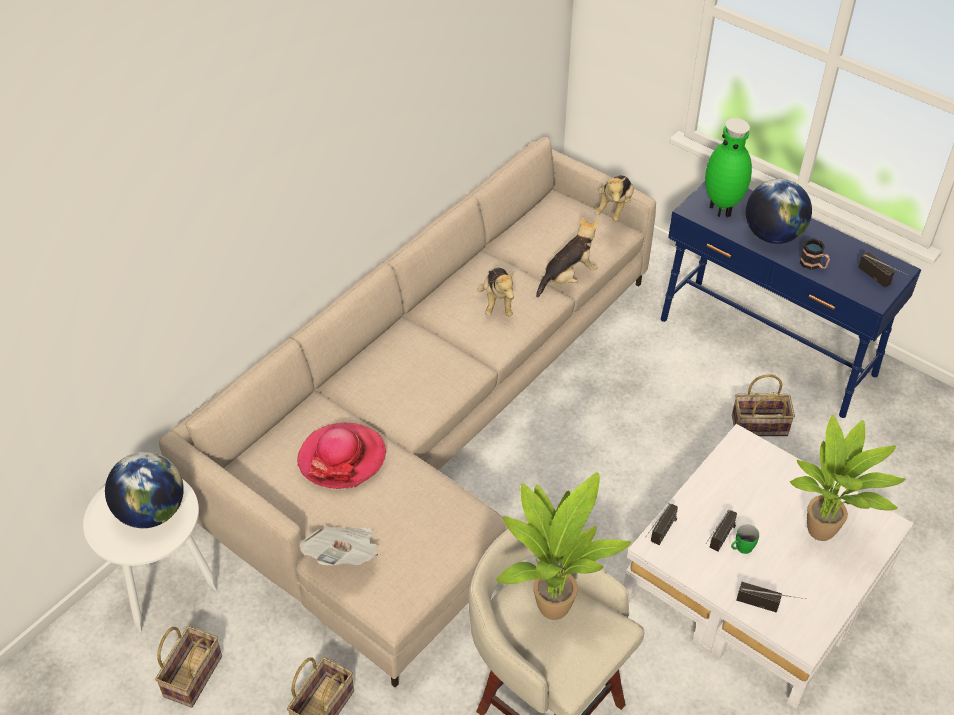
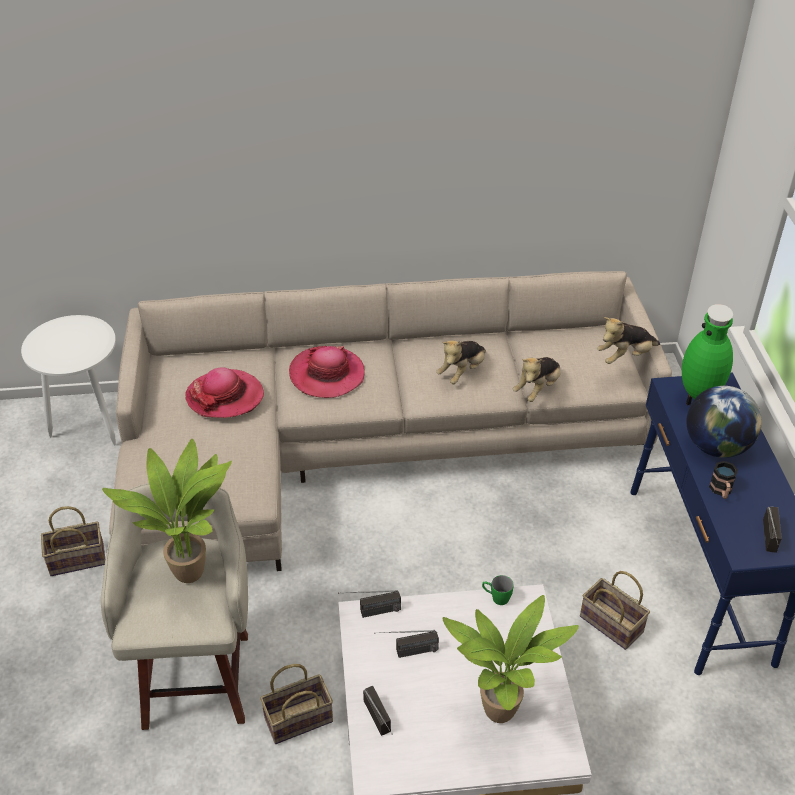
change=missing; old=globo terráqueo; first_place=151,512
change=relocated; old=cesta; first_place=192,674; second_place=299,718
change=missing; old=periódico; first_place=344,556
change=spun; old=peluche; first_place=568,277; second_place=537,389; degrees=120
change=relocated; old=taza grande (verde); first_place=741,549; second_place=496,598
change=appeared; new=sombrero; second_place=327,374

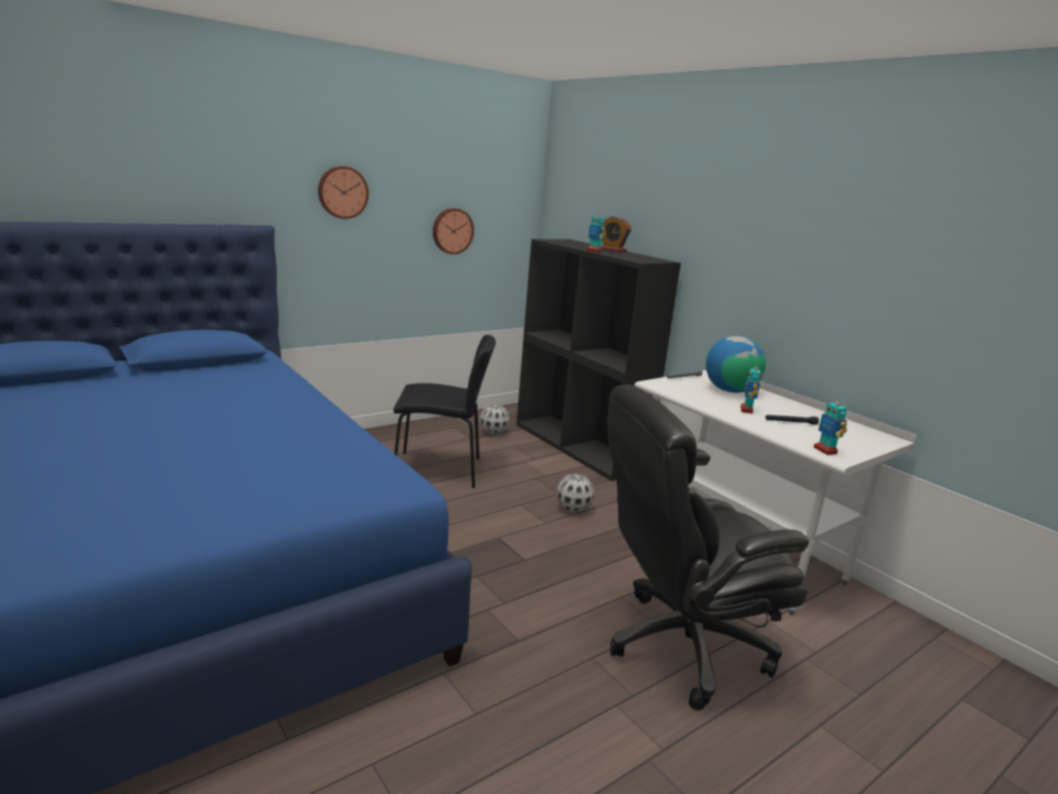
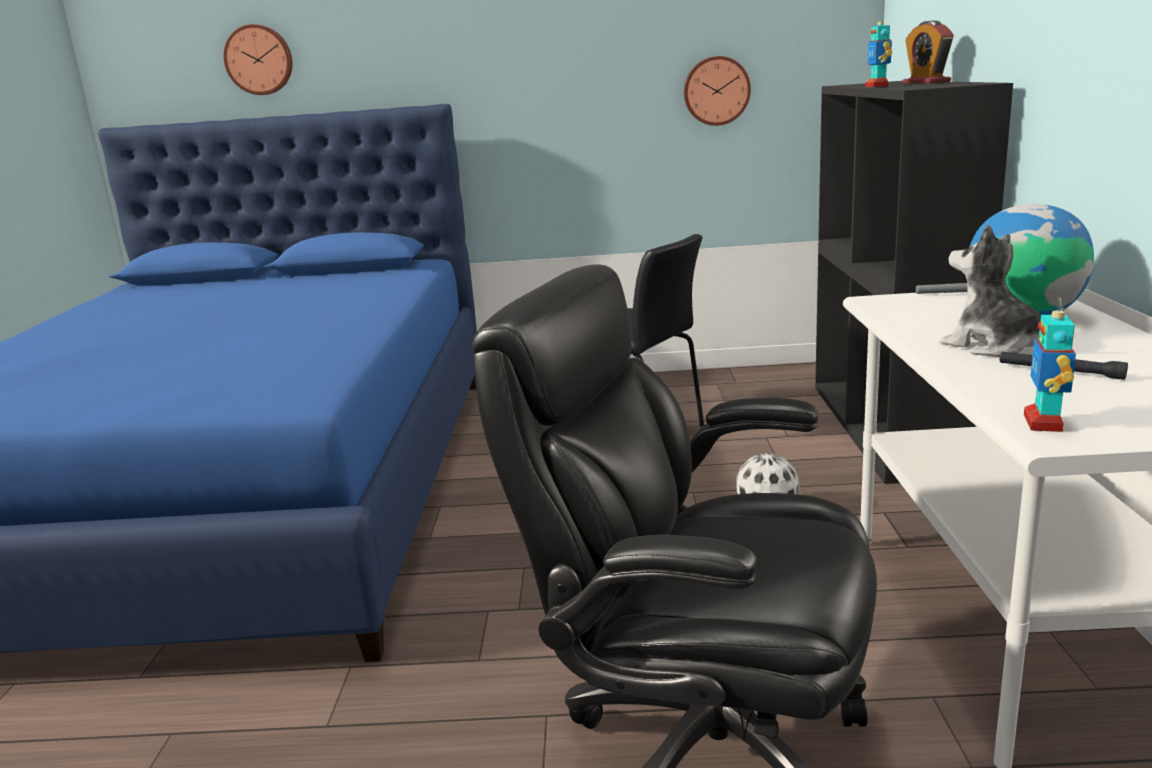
change=relocated; old=reloj de pared; first_place=342,192; second_place=259,60
change=missing; old=balón de fútbol; first_place=494,433
change=exchanged; old=robot de juguete; new=peluche; first_place=747,410; second_place=992,346

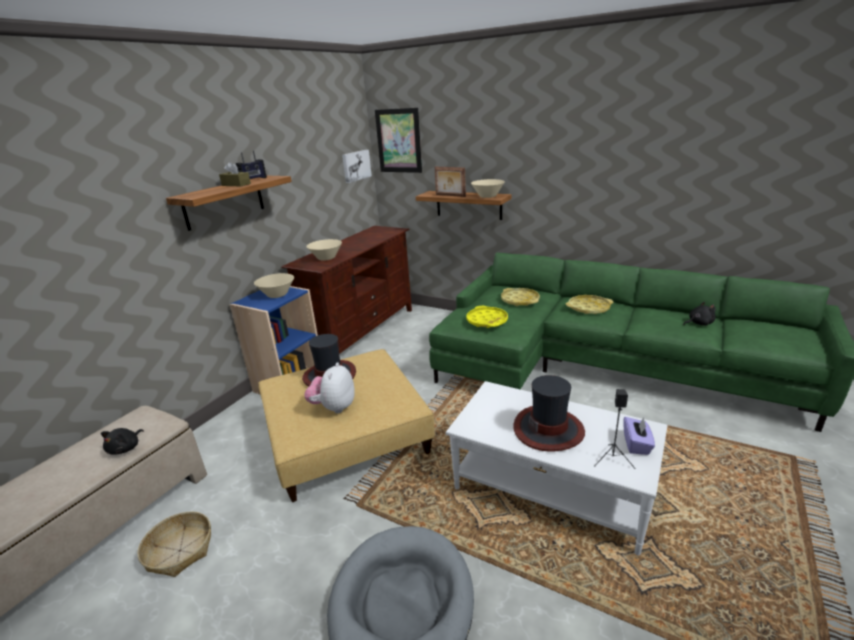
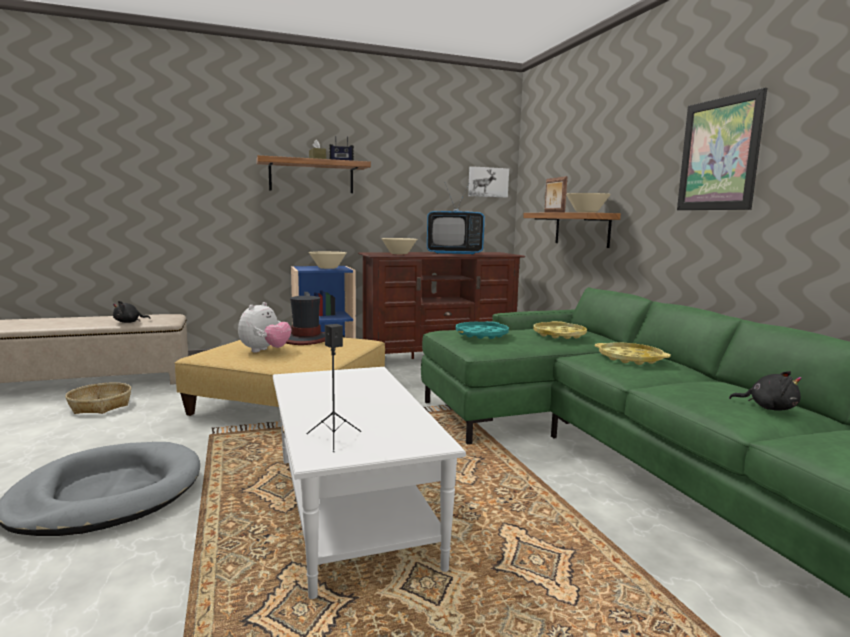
change=spun; old=peluche; first_place=334,407; second_place=265,351; degrees=150
change=relocated; old=cuadro; first_place=399,141; second_place=719,154
change=colour; old=bandeja (amarillo); new=bandeja (turquesa); first_place=487,321; second_place=481,334
change=missing; old=sombrero; first_place=548,429
change=missing; old=caja de pañuelos (morado); first_place=636,444
change=appeared; new=televisor; second_place=455,253

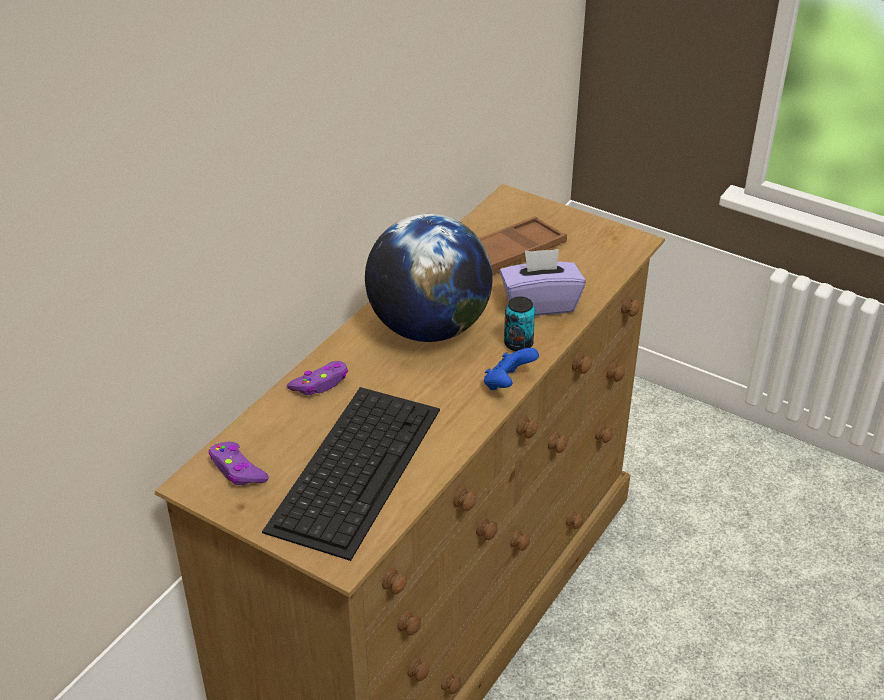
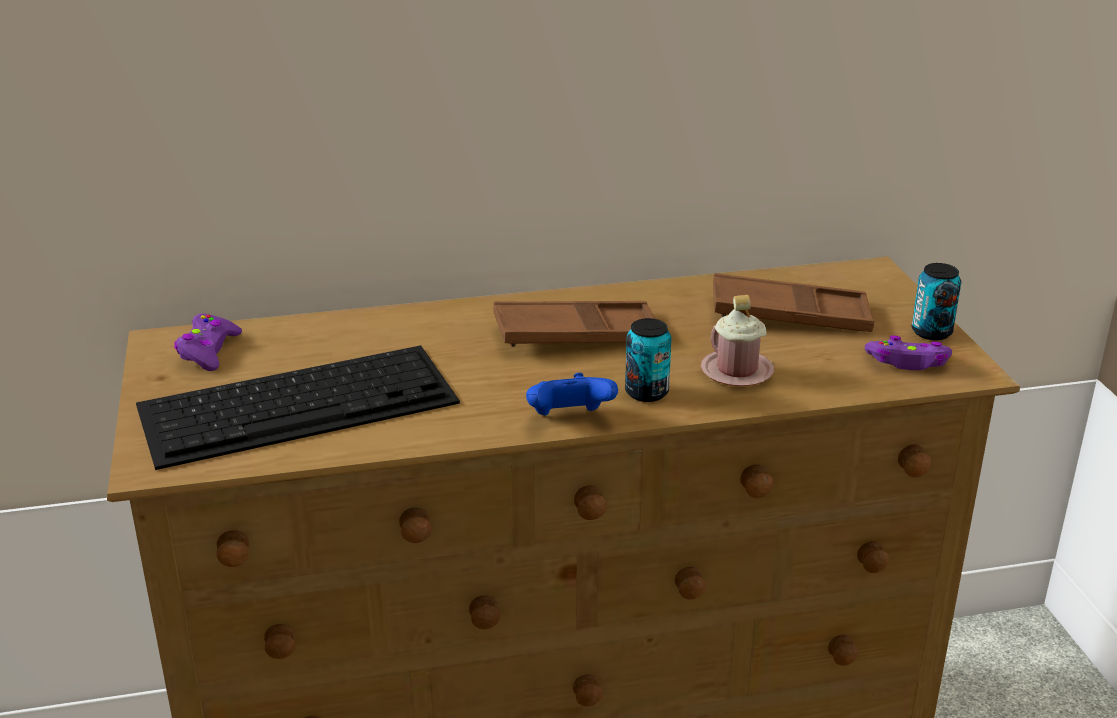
change=relocated; old=mando de consola (morado); first_place=320,384; second_place=908,362
change=exchanged; old=globo terráqueo; new=bandeja (marrón); first_place=429,328; second_place=577,335
change=exchanged; old=caja de pañuelos (morado); new=taza grande (rosa); first_place=539,304; second_place=737,371
change=appeared; new=lata; second_place=931,332

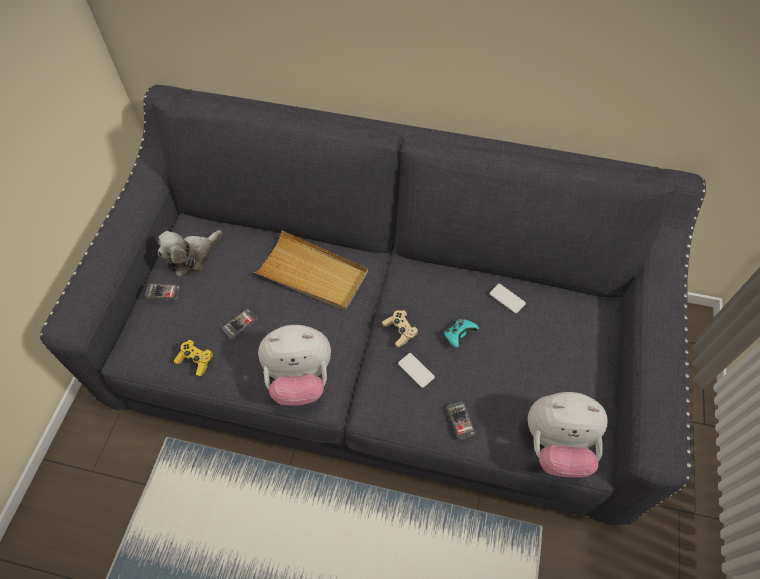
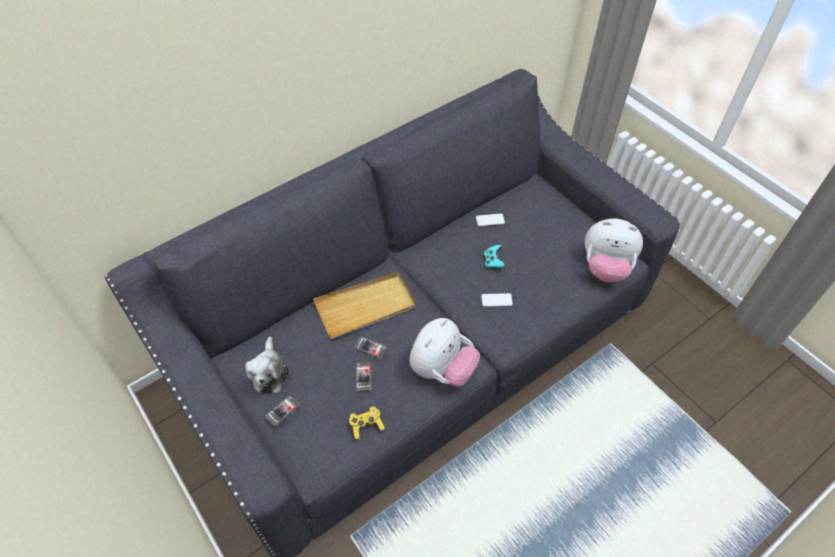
change=missing; old=mando de consola (beis); first_place=400,331
change=relocated; old=móvil; first_place=460,420; second_place=370,348
change=spun; old=peluche; first_place=557,445; second_place=605,267; degrees=60

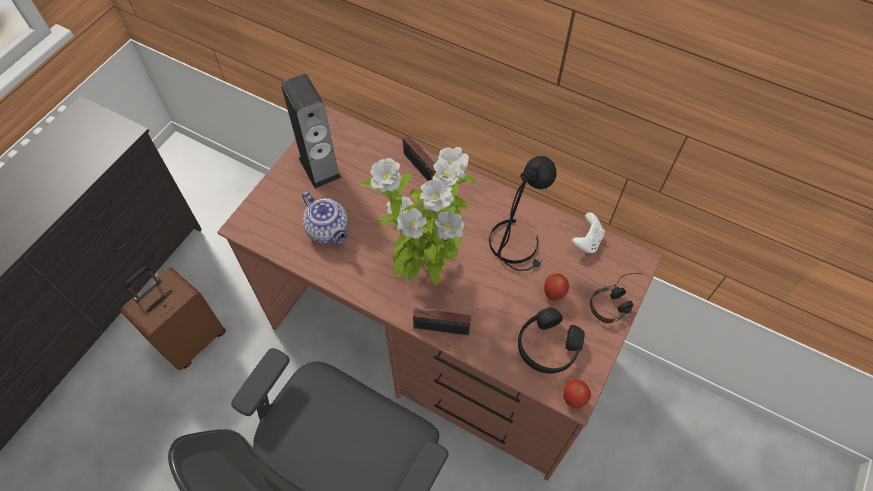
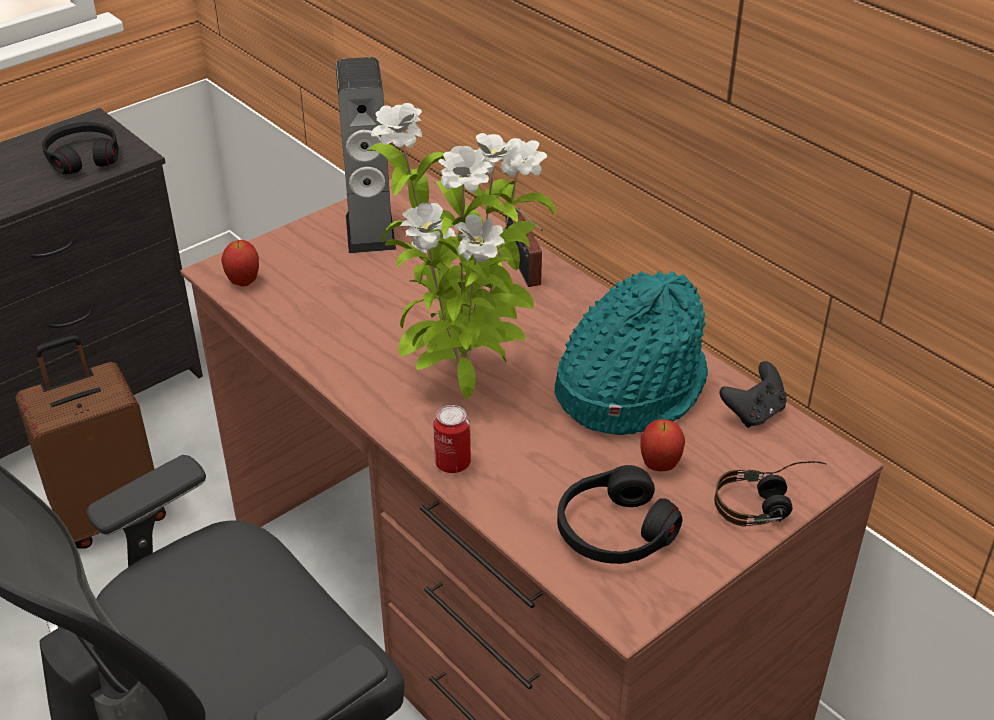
change=missing; old=tetera; first_place=329,230
change=exchanged; old=radio; new=lata; first_place=445,328; second_place=452,463
change=exchanged; old=lámpara de mesa (negro); new=sombrero (turquesa); first_place=516,244; second_place=629,388
change=relocated; old=manzana; first_place=573,399; second_place=243,282
change=colour; old=mando de consola (blanco); new=mando de consola (negro); first_place=587,241; second_place=753,413
change=appeared; new=auriculares (negro); second_place=83,157

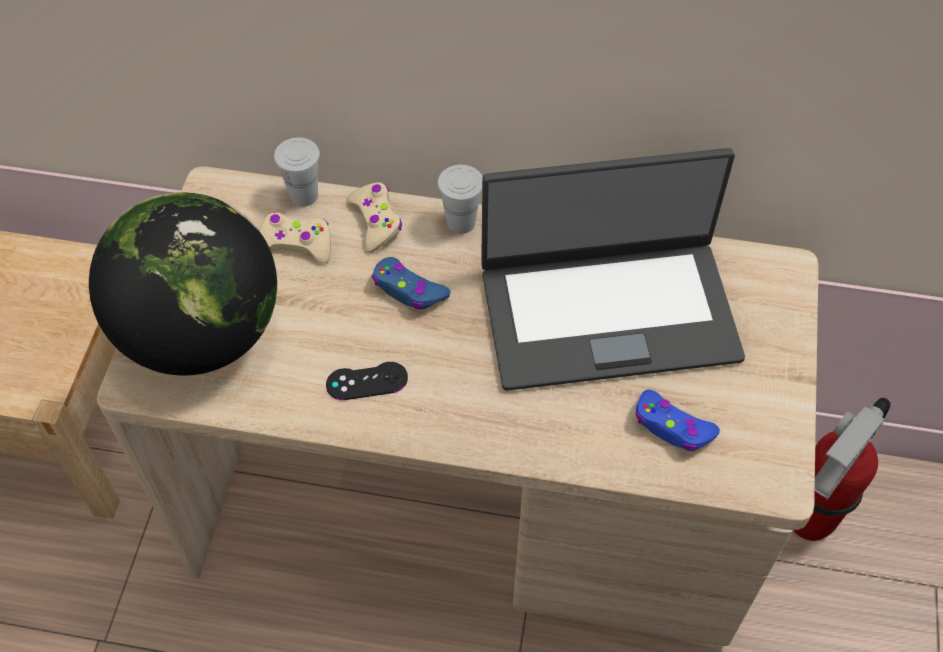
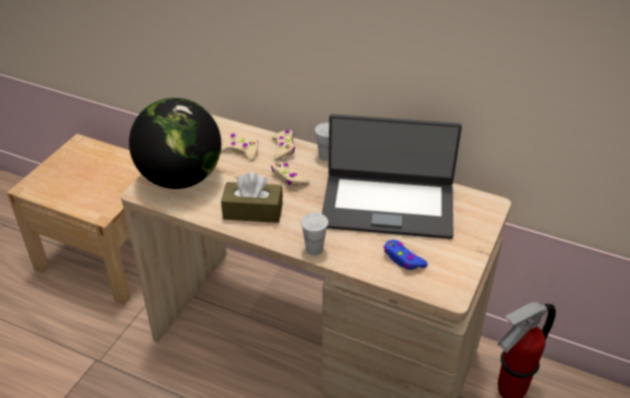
change=relocated; old=taza (blanco); first_place=304,195; second_place=314,249
change=exchanged; old=mando de consola (negro); new=caja de pañuelos (marrón); first_place=367,381; second_place=253,211
change=colour; old=mando de consola (azul); new=mando de consola (beis); first_place=408,290; second_place=289,178

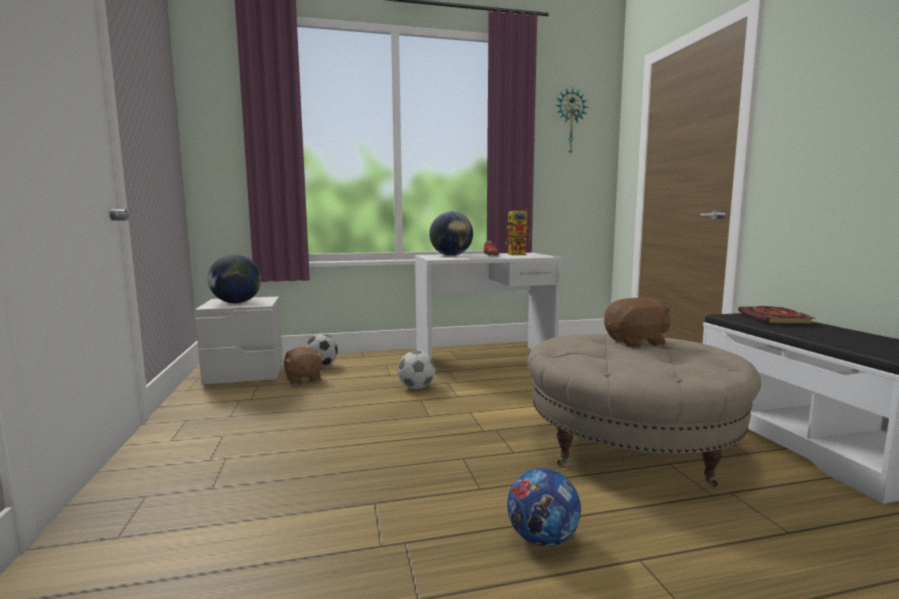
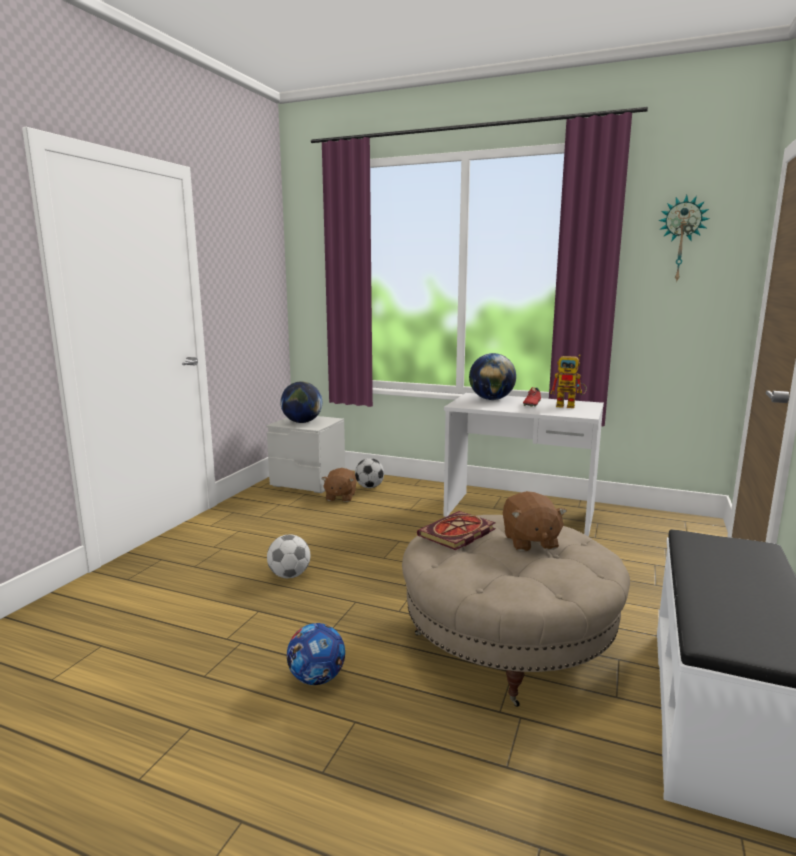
change=relocated; old=balón de fútbol; first_place=416,387; second_place=289,575
change=spun; old=peluche (marrón); first_place=636,342; second_place=529,542; degrees=60
change=relocated; old=libro; first_place=776,318; second_place=457,534

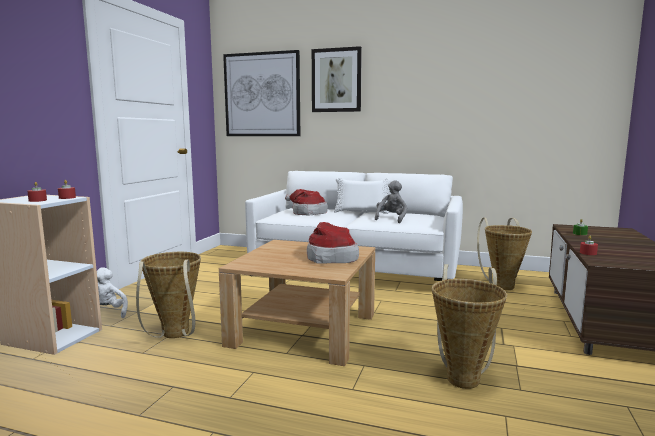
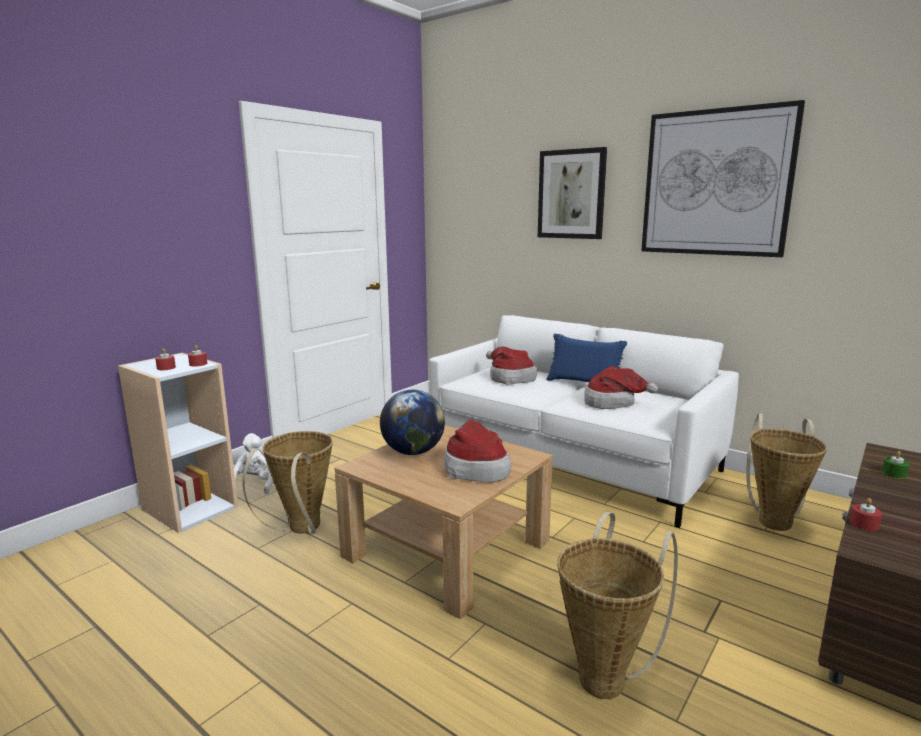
change=relocated; old=cuadro; first_place=262,95; second_place=716,183
change=colour; old=cojín (blanco); new=cojín (azul); first_place=361,212; second_place=584,383
change=exchanged; old=peluche (gris); new=sombrero; first_place=391,219; second_place=613,403
change=appeared; new=globo terráqueo; second_place=413,452

